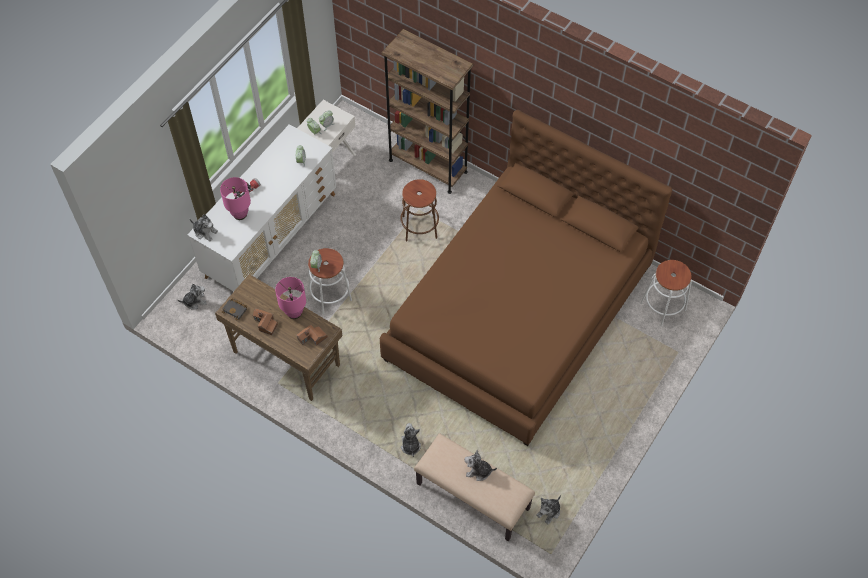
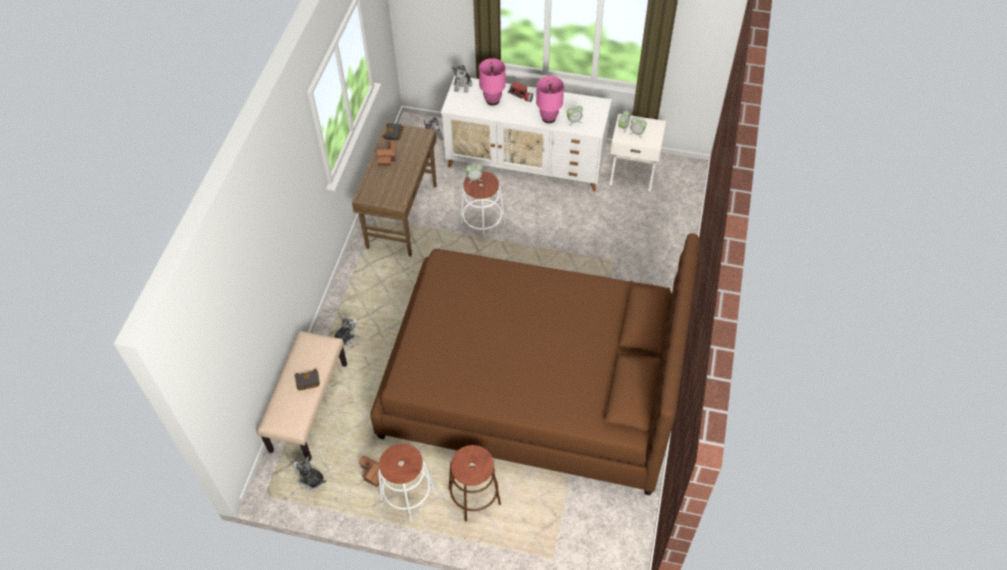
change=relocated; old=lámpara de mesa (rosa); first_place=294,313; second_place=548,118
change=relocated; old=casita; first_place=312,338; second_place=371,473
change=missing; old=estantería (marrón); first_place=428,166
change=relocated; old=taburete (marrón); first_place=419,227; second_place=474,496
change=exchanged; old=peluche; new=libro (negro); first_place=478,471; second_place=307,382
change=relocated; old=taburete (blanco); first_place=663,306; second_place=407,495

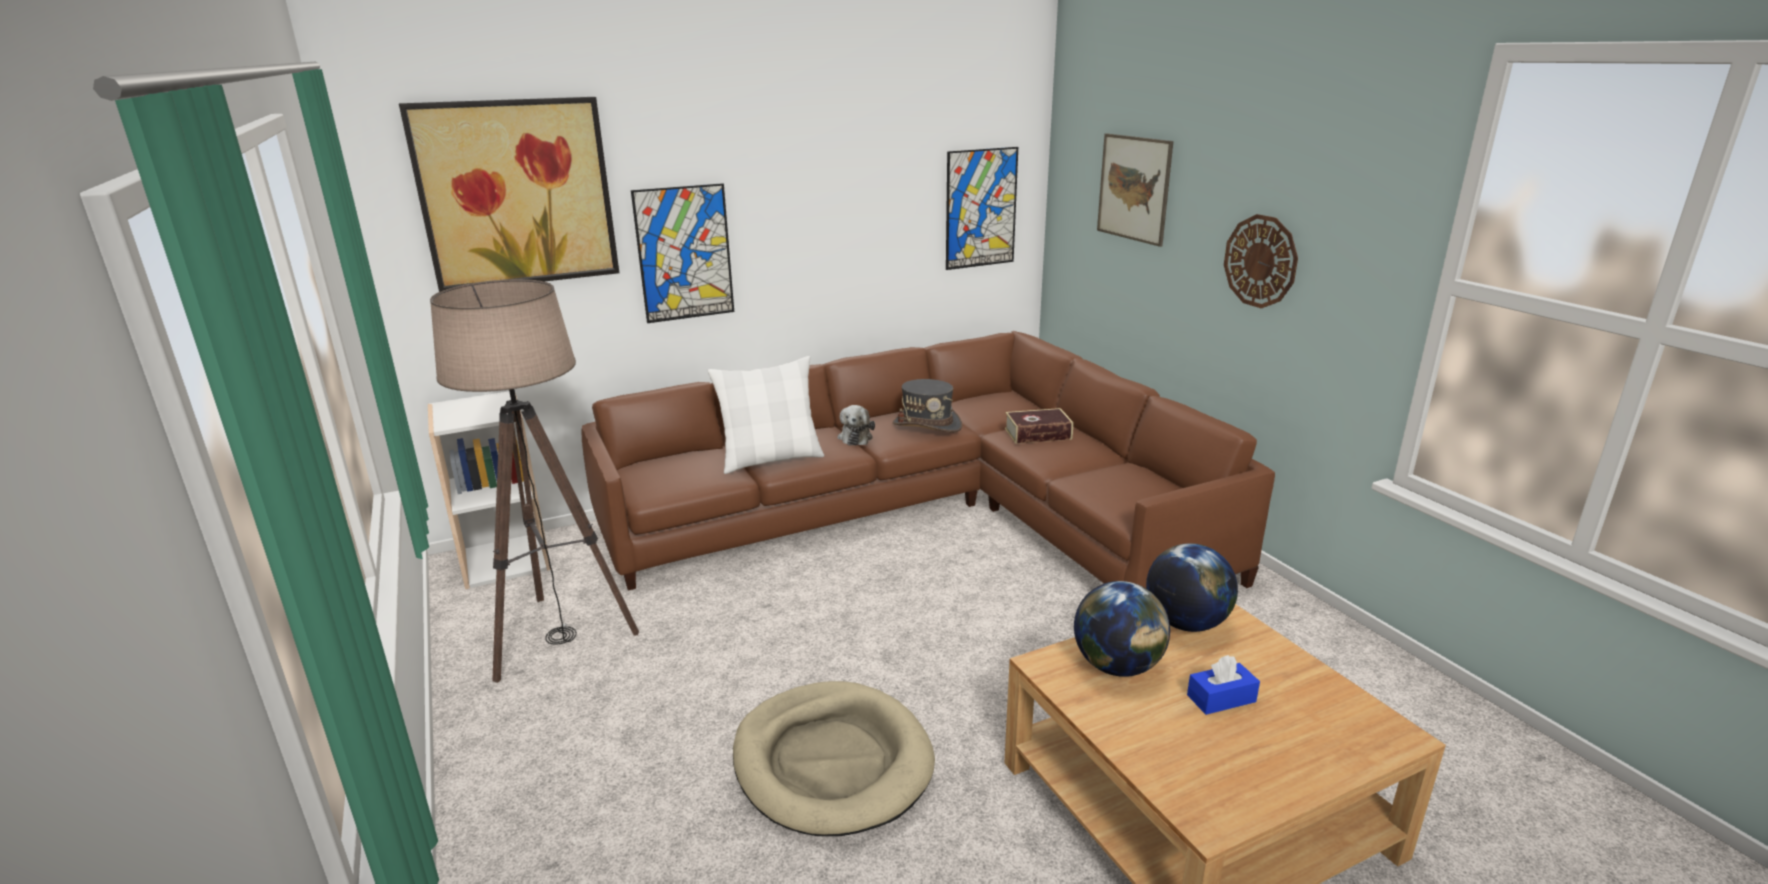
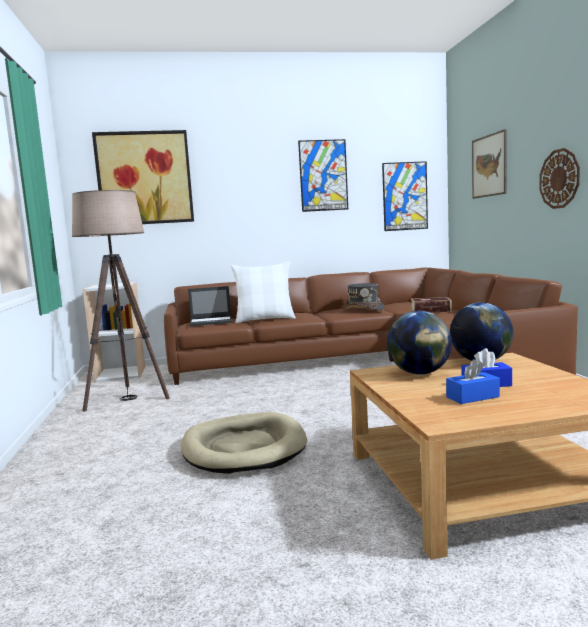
change=relocated; old=cuadro; first_place=684,253; second_place=323,175
change=missing; old=peluche; first_place=855,437
change=appeared; new=portátil; second_place=211,321
change=appeared; new=caja de pañuelos (azul); second_place=472,397

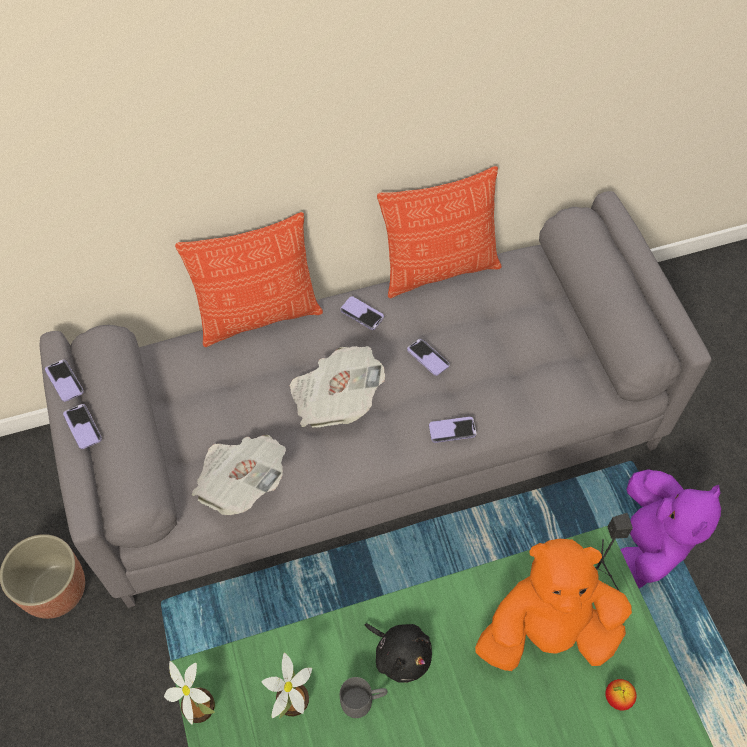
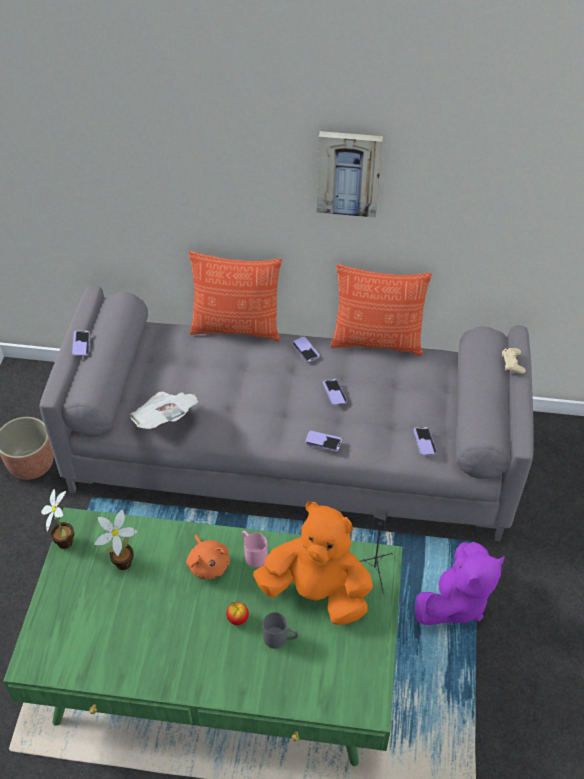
change=relocated; old=móvil; first_place=64,381; second_place=424,442
change=missing; old=periódico; first_place=335,399
change=relocated; old=taza grande (gris); first_place=364,701; second_place=280,639
change=colour; old=peluche (negro); new=peluche (naranja); first_place=400,654; second_place=208,564
change=relocated; old=manzana; first_place=617,698; second_place=237,619
change=appeared; new=taza grande (rosa); second_place=253,554
change=appeared; new=cuadro; second_place=349,172
change=appeared; new=mando de consola (beis); second_place=512,363

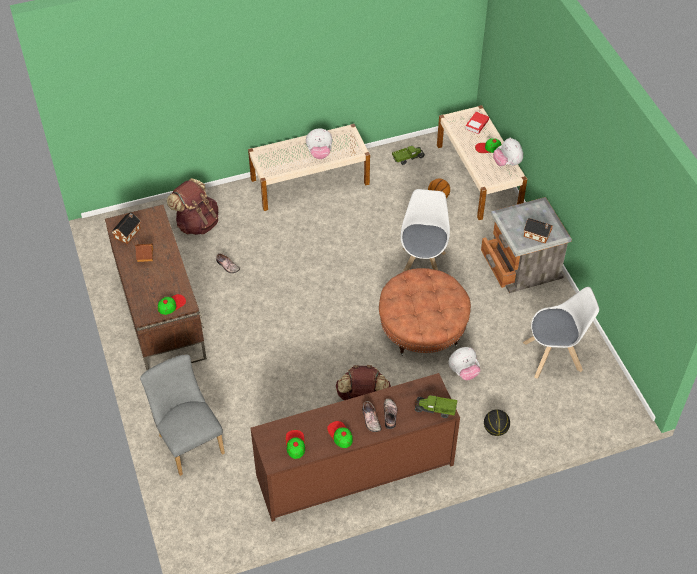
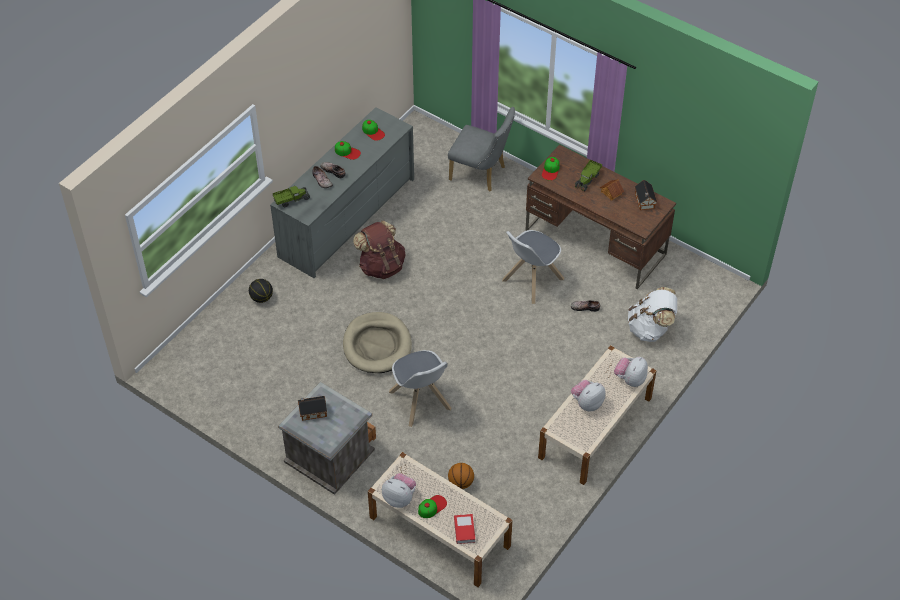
change=colour; old=mochila (marrón); new=mochila (blanco); first_place=197,223; second_place=650,329
change=colour; old=cómoda (marrón); new=cómoda (gris); first_place=355,471; second_place=347,216
change=exchanged; old=puf (marrón); new=cama para perro (beis); first_place=422,328; second_place=377,345
change=relocated; old=camión de juguete; first_place=408,158; second_place=587,179
change=relocated; old=peluche; first_place=463,372; second_place=630,379
change=relocated; old=silla; first_place=554,356; second_place=531,280

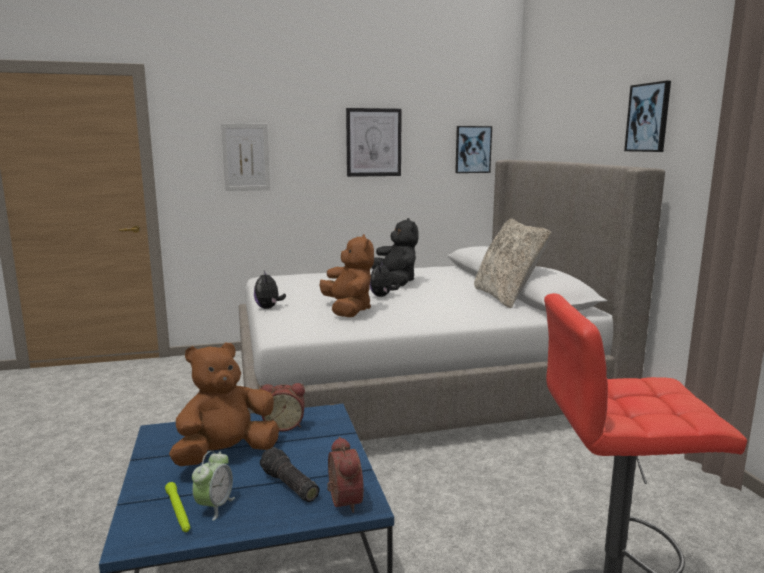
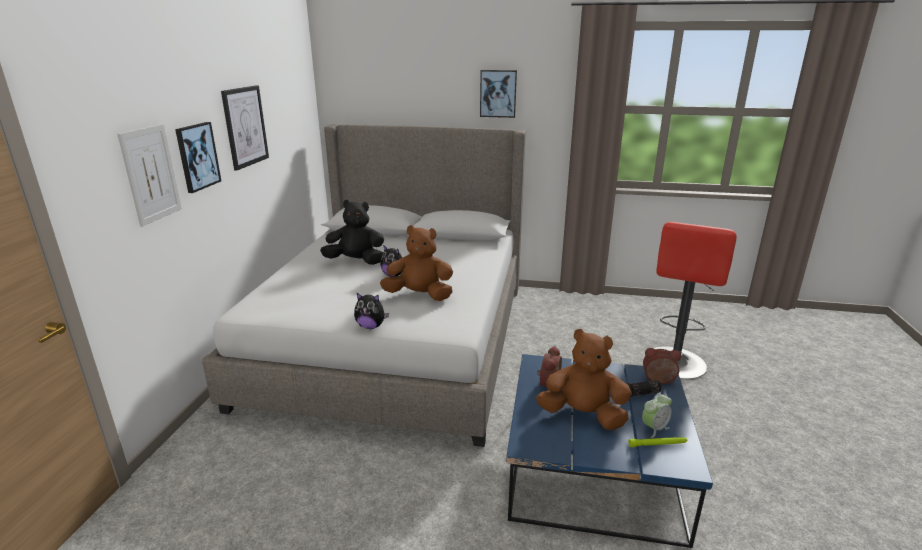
change=spun; old=peluche (marrón); first_place=226,454; second_place=583,415; degrees=120
change=spun; old=despertador; first_place=214,506; second_place=654,428; degrees=105
change=relocated; old=cuadro; first_place=473,149; second_place=197,156
change=missing; old=cojín (beis); first_place=507,296

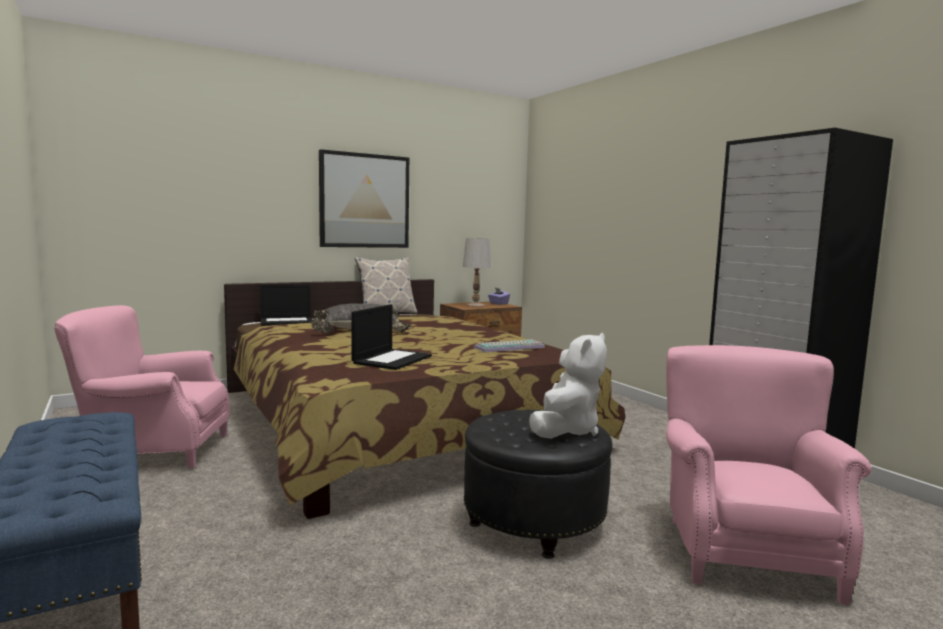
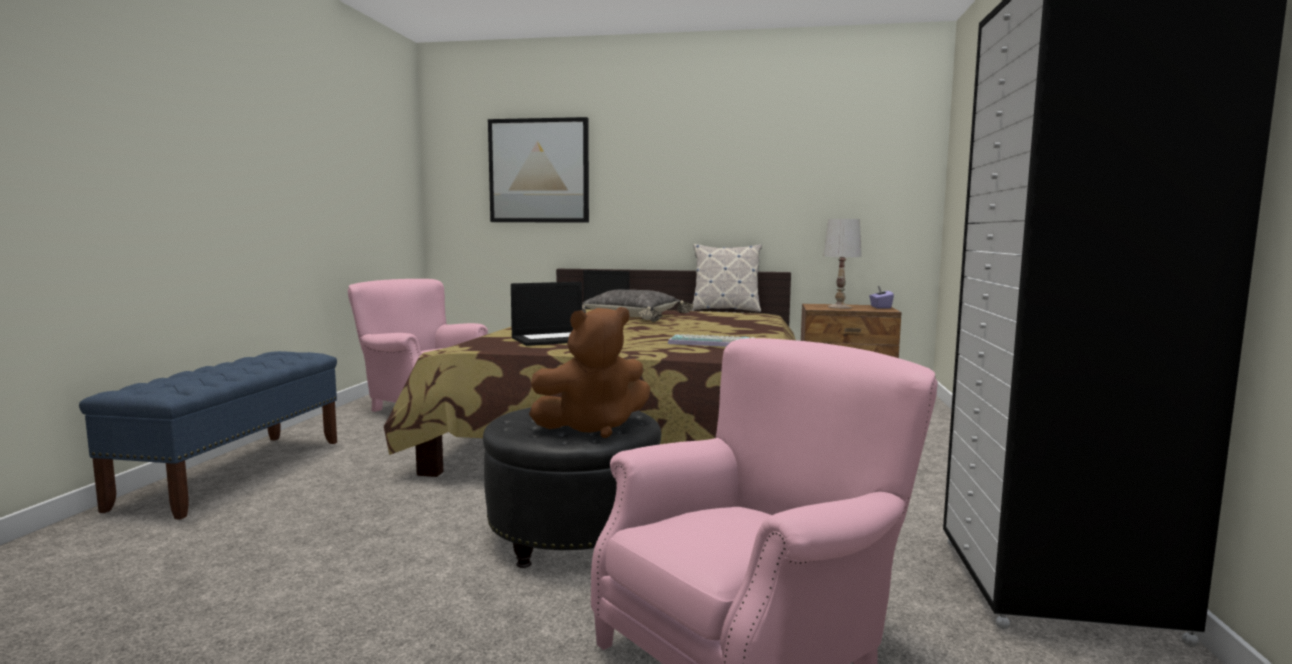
change=relocated; old=cuadro; first_place=364,201; second_place=539,171
change=colour; old=peluche (blanco); new=peluche (marrón); first_place=566,430; second_place=593,428

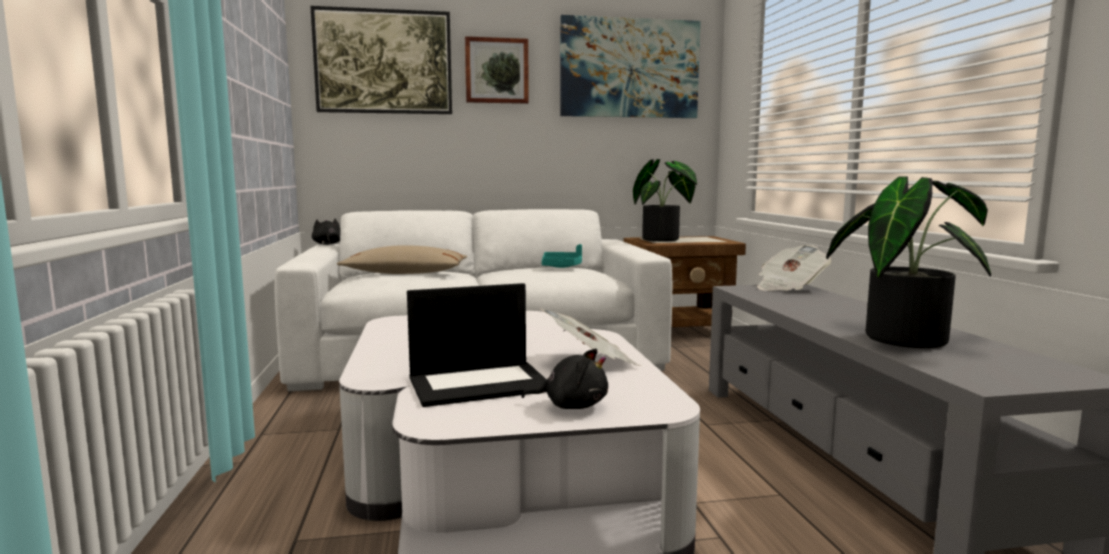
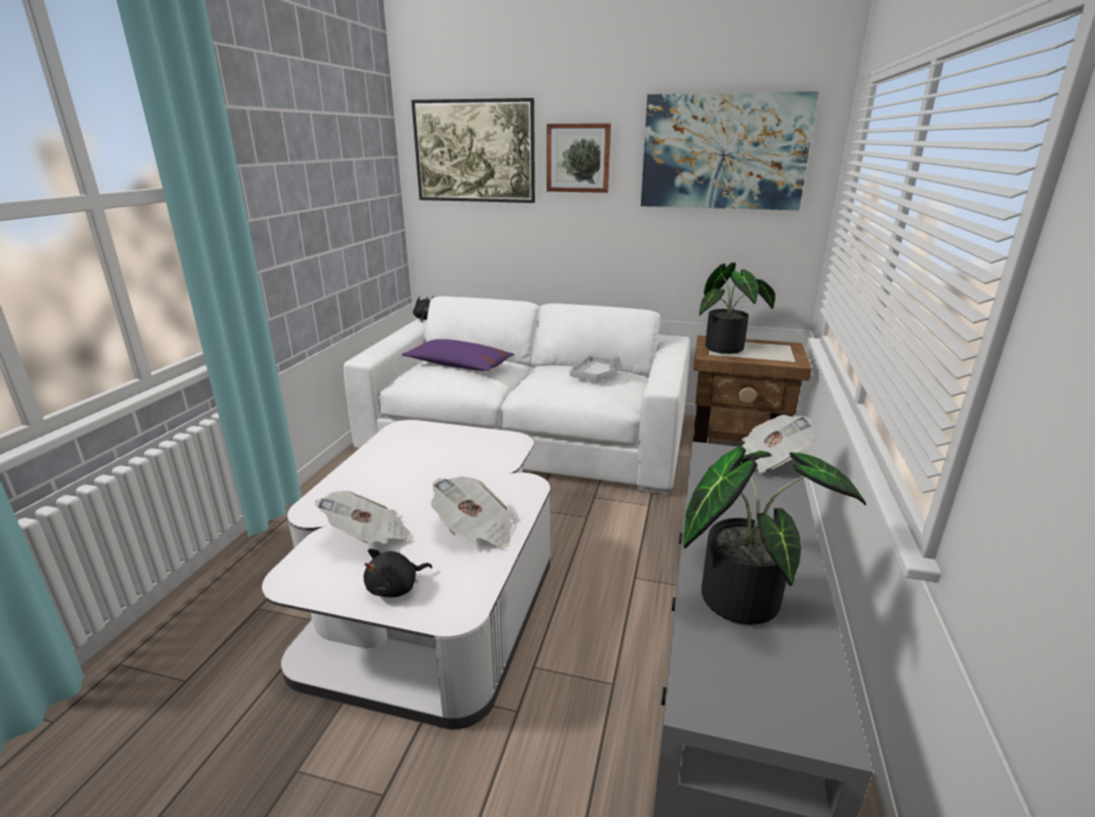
change=colour; old=cojín (beis); new=cojín (morado); first_place=405,273; second_place=459,366
change=exchanged; old=portátil; new=periódico; first_place=480,383; second_place=369,537
change=spun; old=peluche (negro); first_place=571,405; second_place=396,588; degrees=105
change=colour; old=bandeja (turquesa); new=bandeja (gris); first_place=562,267; second_place=596,375

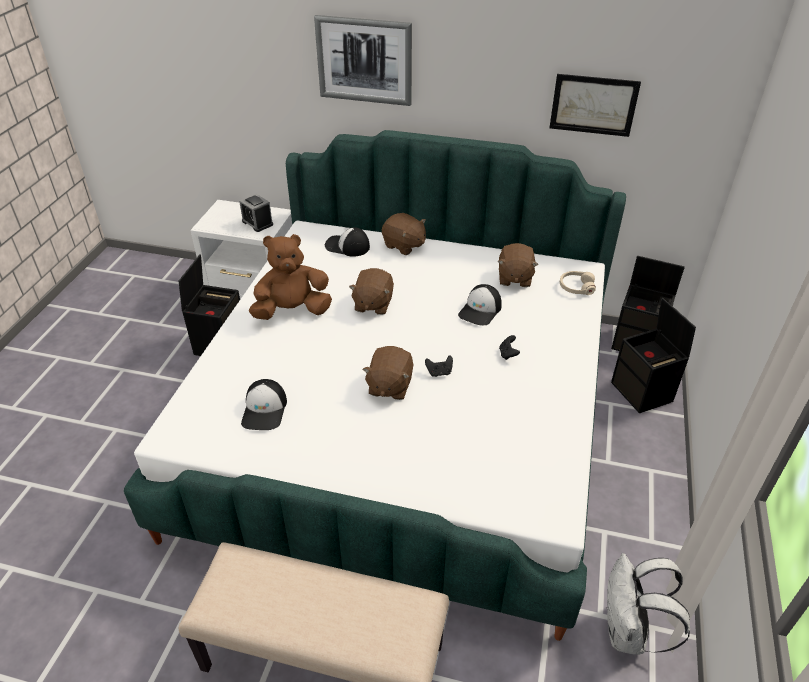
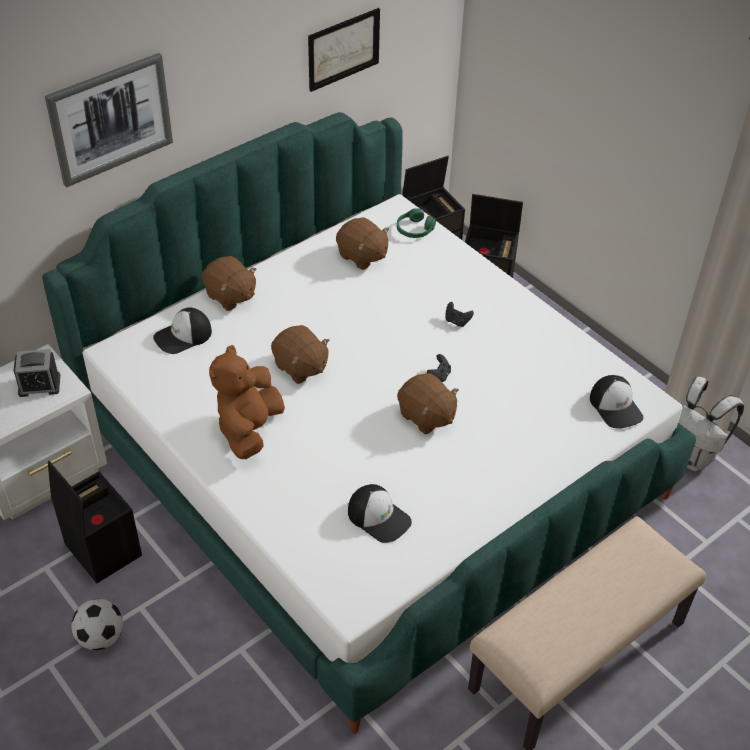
change=spun; old=peluche (marrón); first_place=404,245; second_place=230,296; degrees=60
change=relocated; old=gorra; first_place=480,310; second_place=616,407
change=colour; old=auriculares (beis); new=auriculares (verde); first_place=576,287; second_place=414,229
change=appeared; new=balón de fútbol; second_place=101,637

